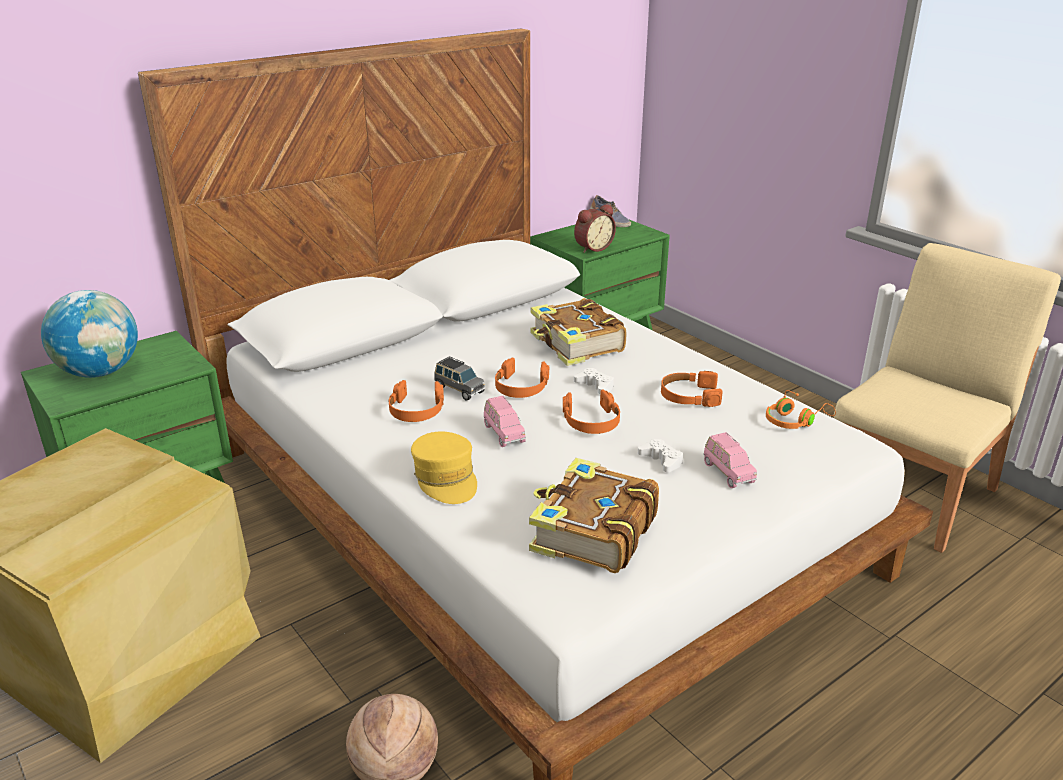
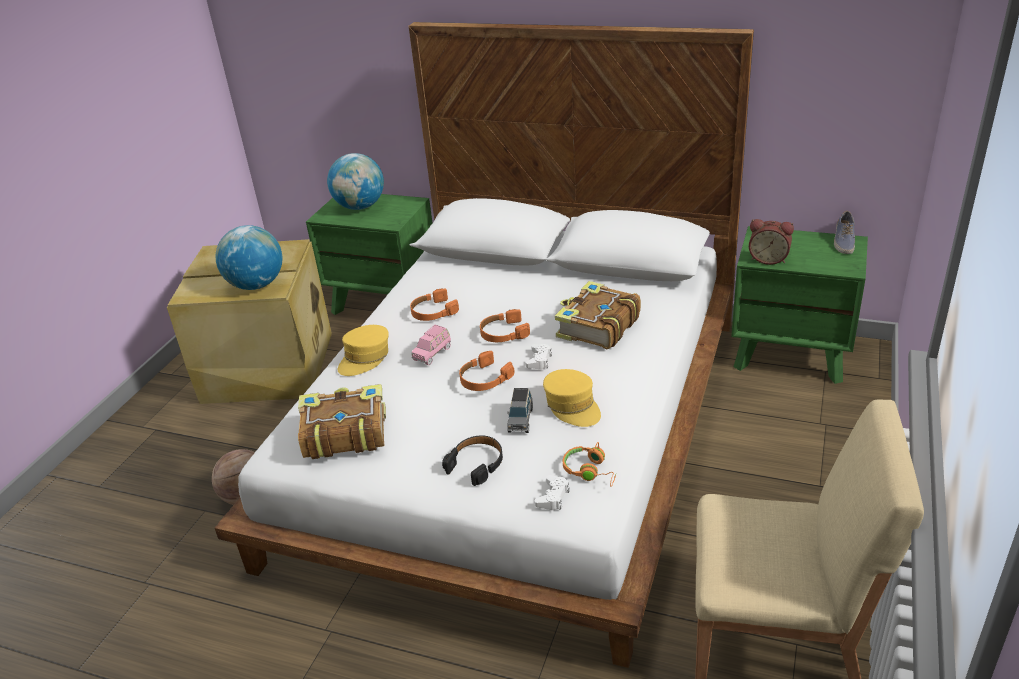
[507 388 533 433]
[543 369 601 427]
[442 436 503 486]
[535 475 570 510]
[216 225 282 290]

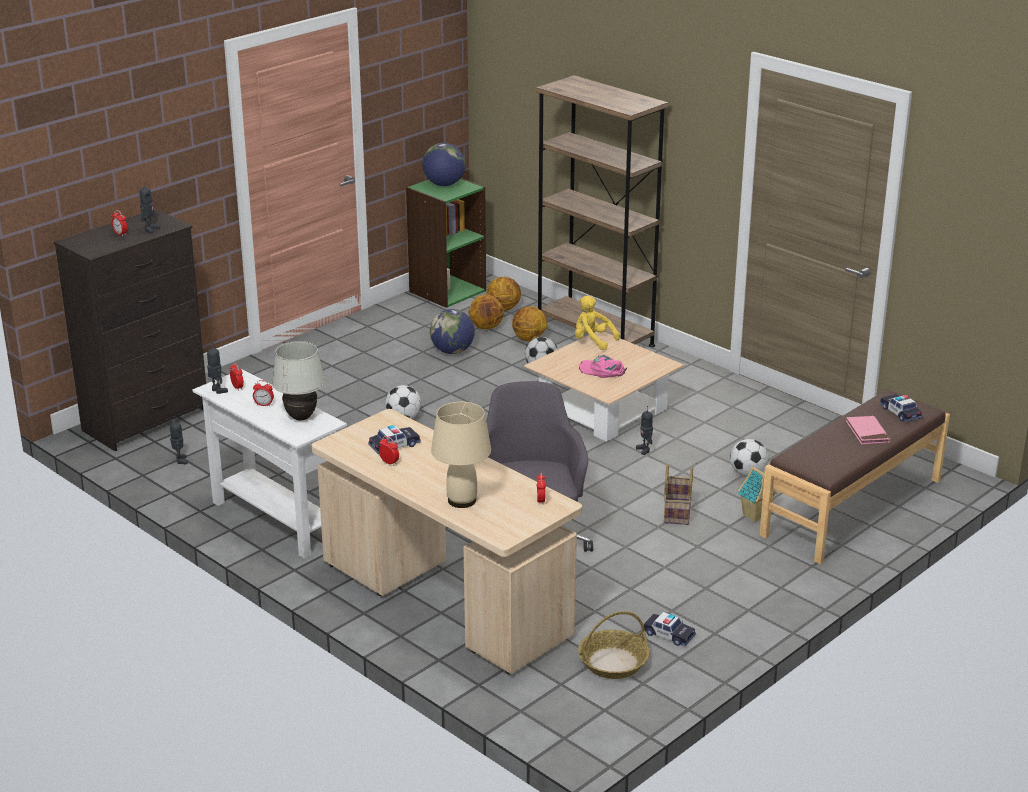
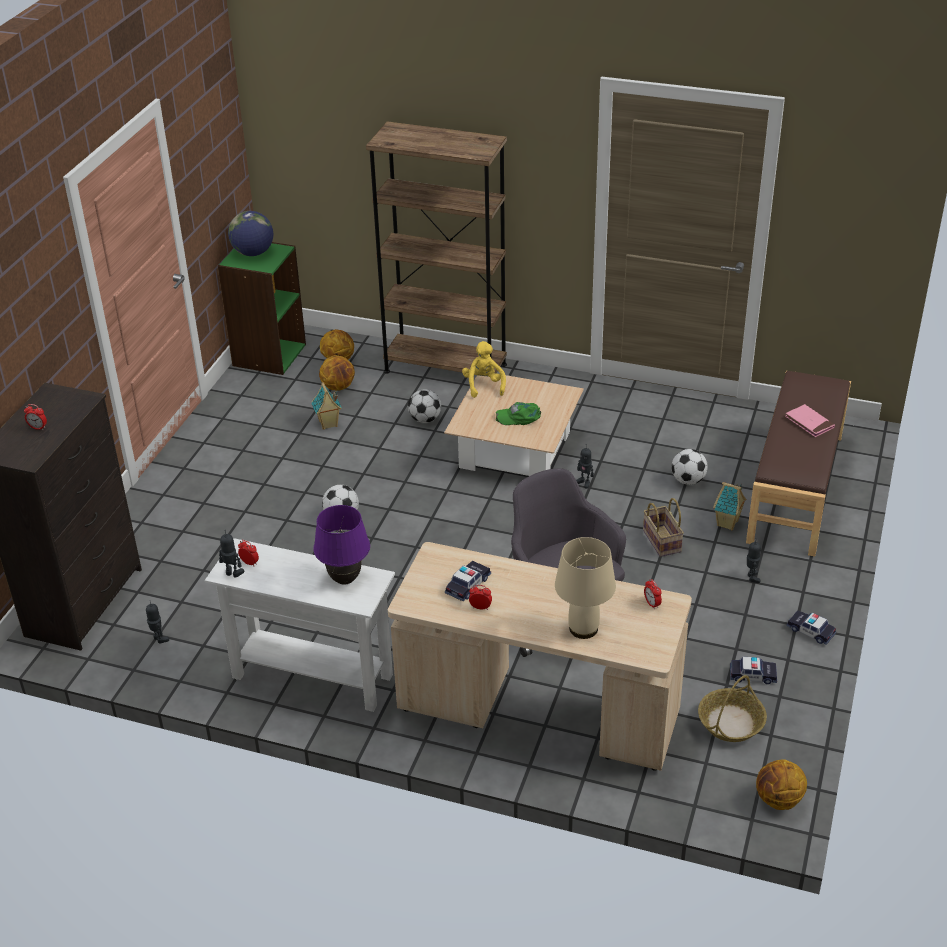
[747 538 761 583]
[462 341 506 398]
[756 759 807 810]
[311 382 342 430]
[314 505 370 585]
[496 402 541 425]
[253 380 274 406] (first image)
[787 611 836 645]

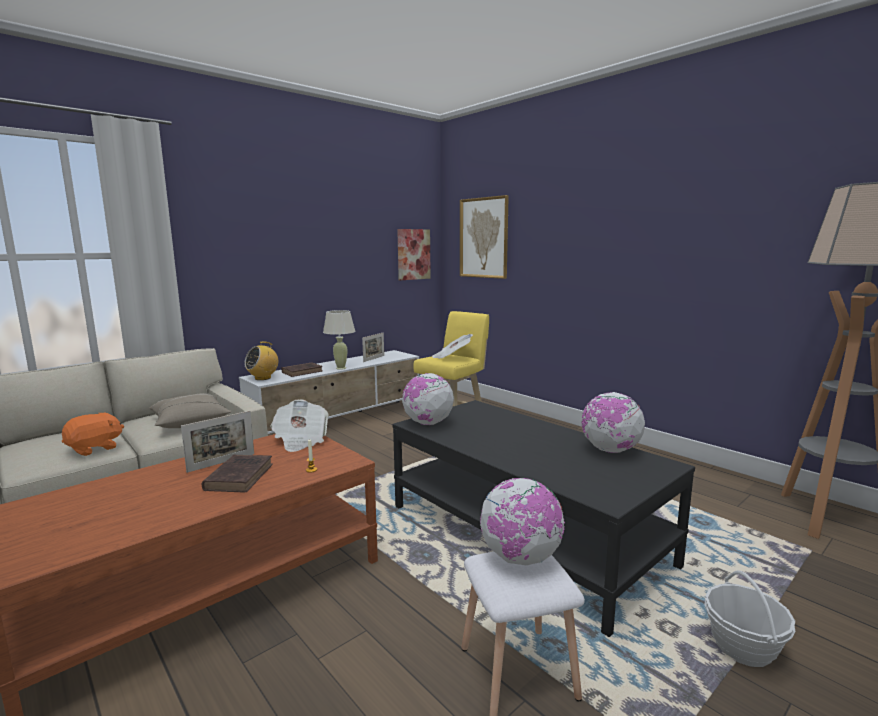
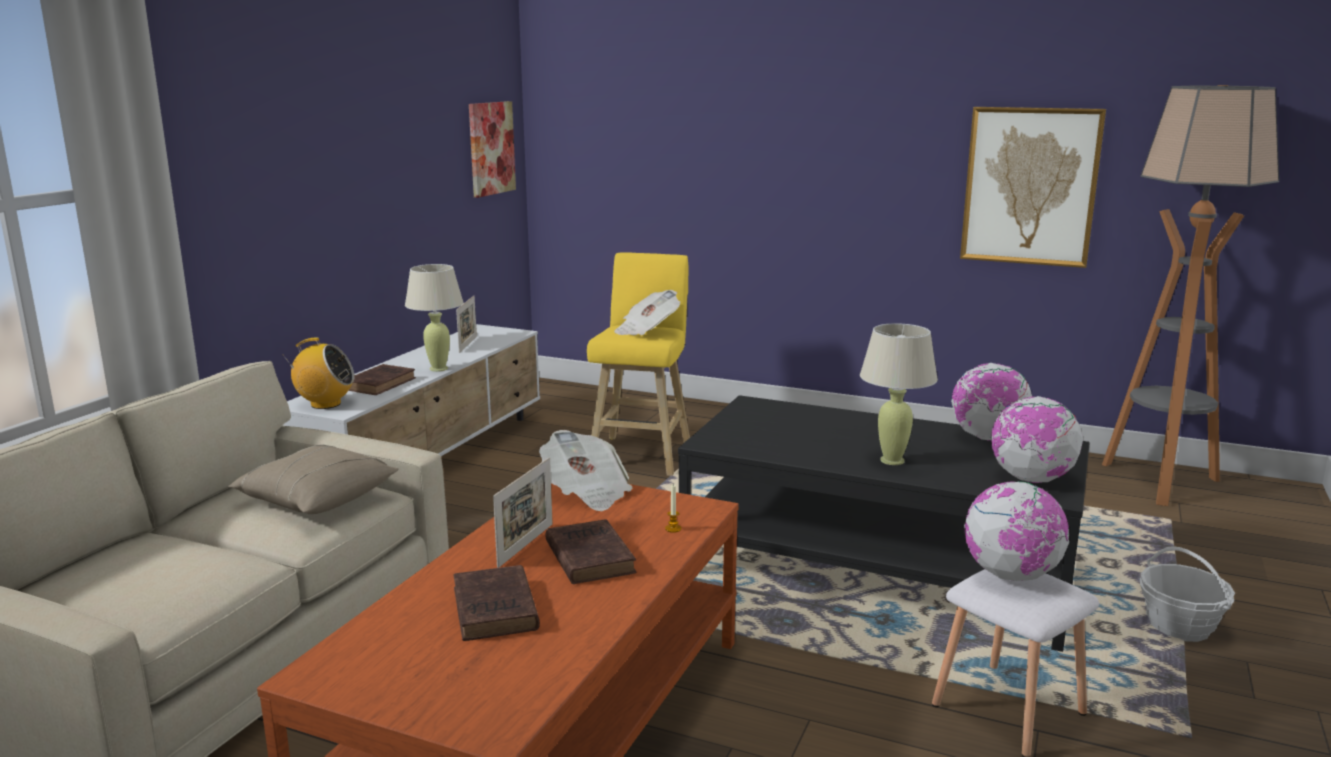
[960 107 1106 268]
[283 338 354 409]
[991 396 1083 483]
[62 413 124 456] (first image)
[860 323 938 465]
[453 565 540 641]

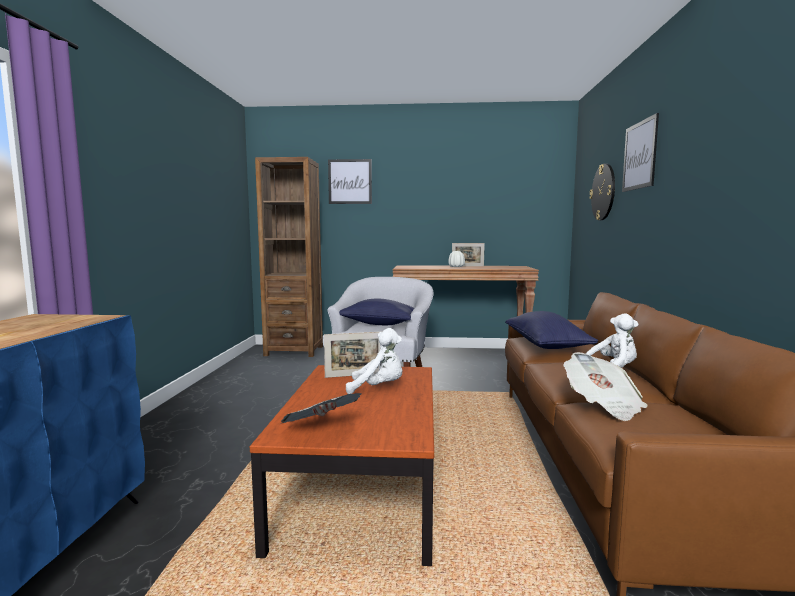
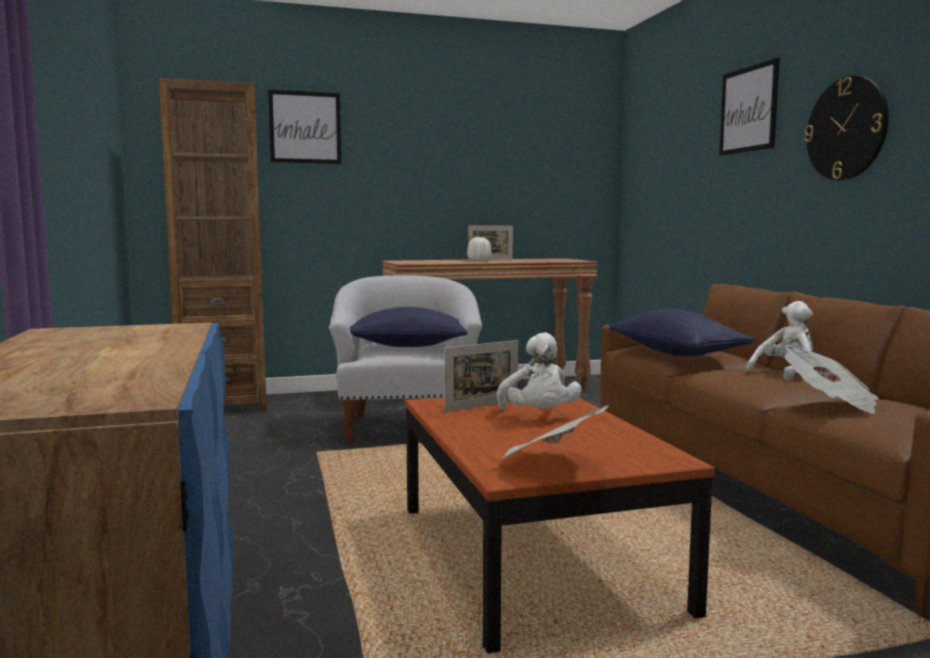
[804 76 889 180]
[497 332 582 410]

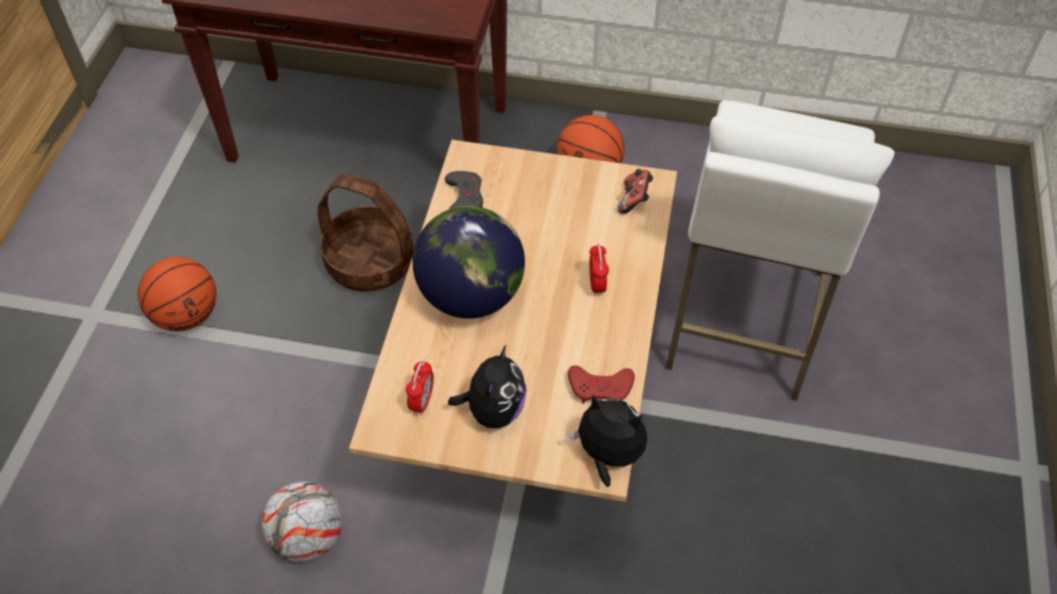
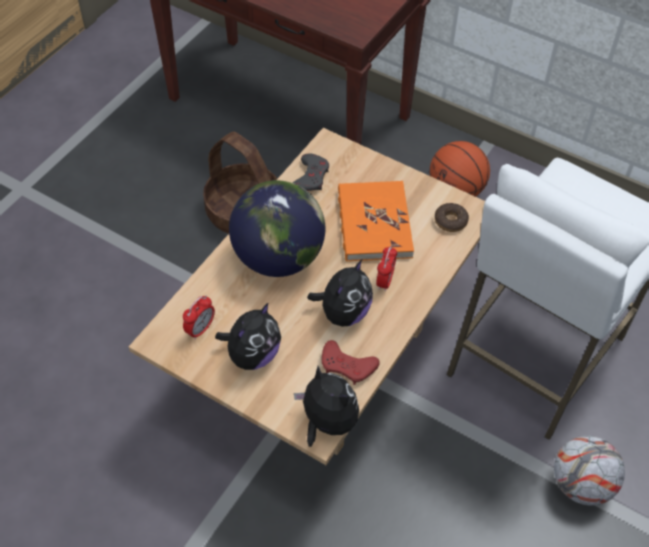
[435 203 469 232]
[138 257 217 332] (first image)
[554 436 625 505]
[338 181 414 262]
[307 259 373 327]

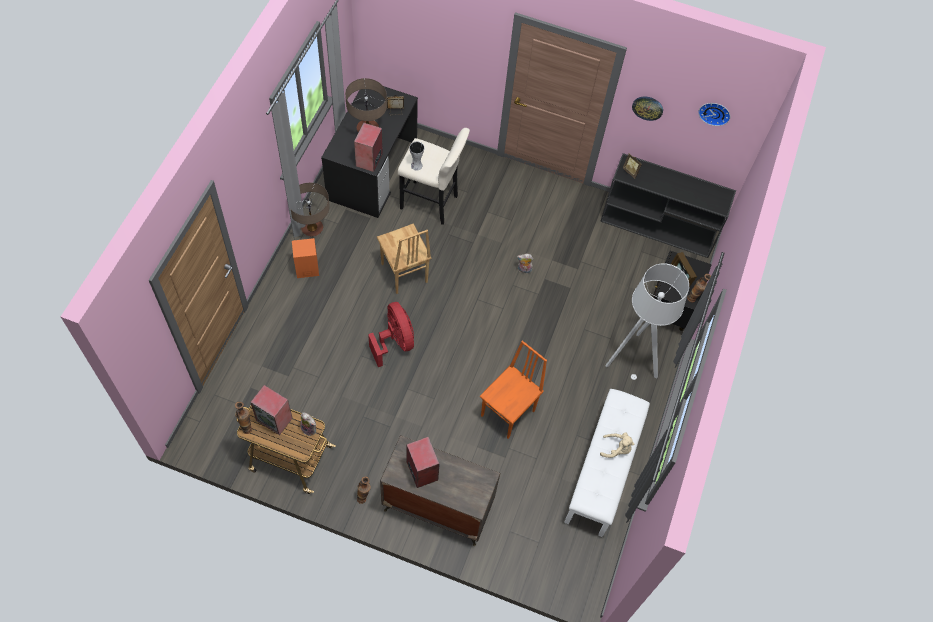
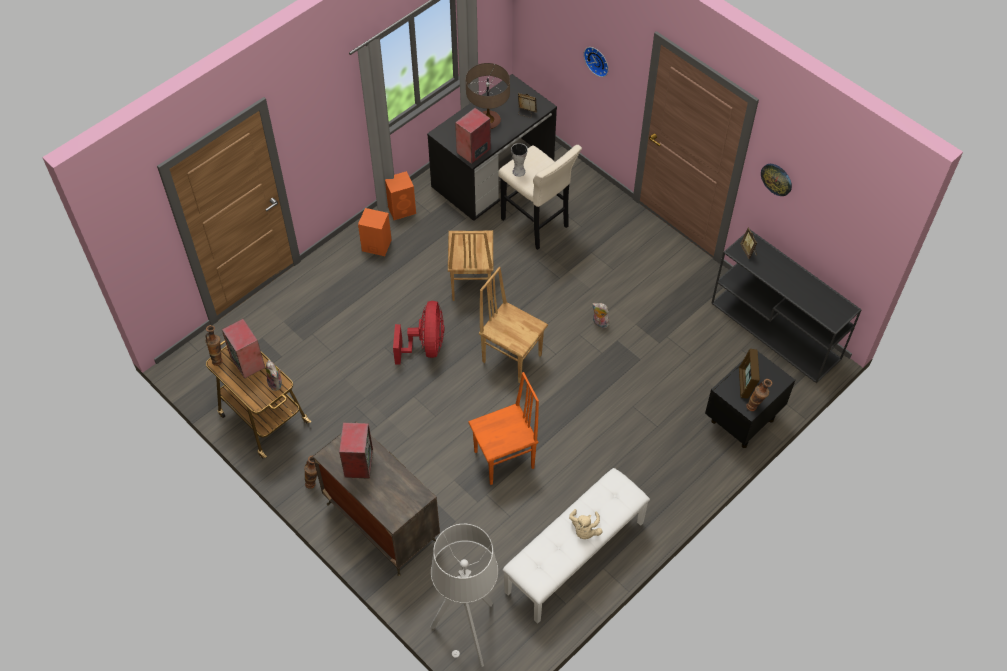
[584 47 609 77]
[385 171 416 220]
[430 524 498 667]
[569 509 603 539]
[479 267 548 383]

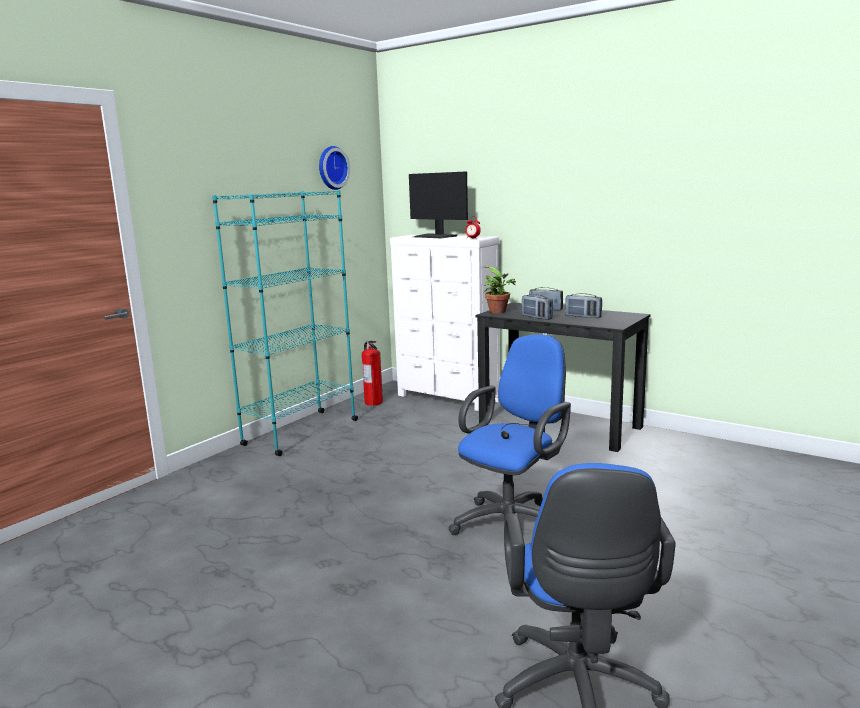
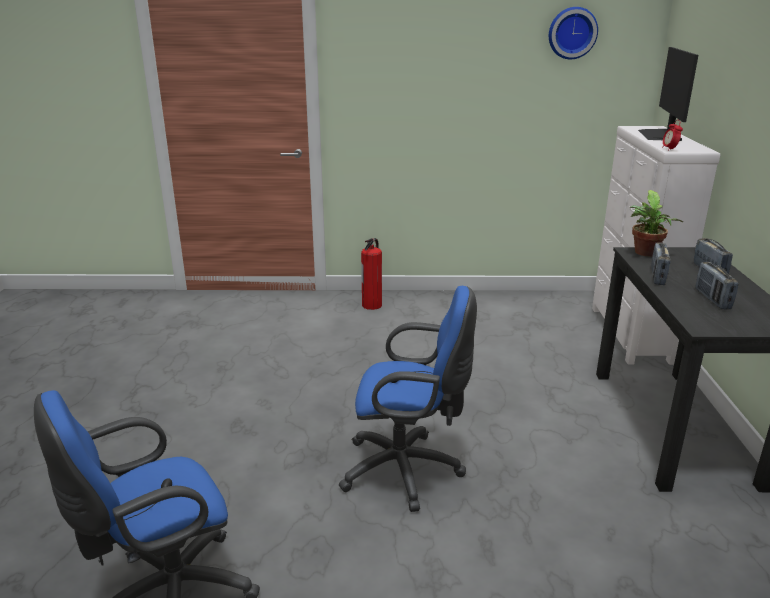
[212 190 358 456] (first image)
[361 238 382 310]

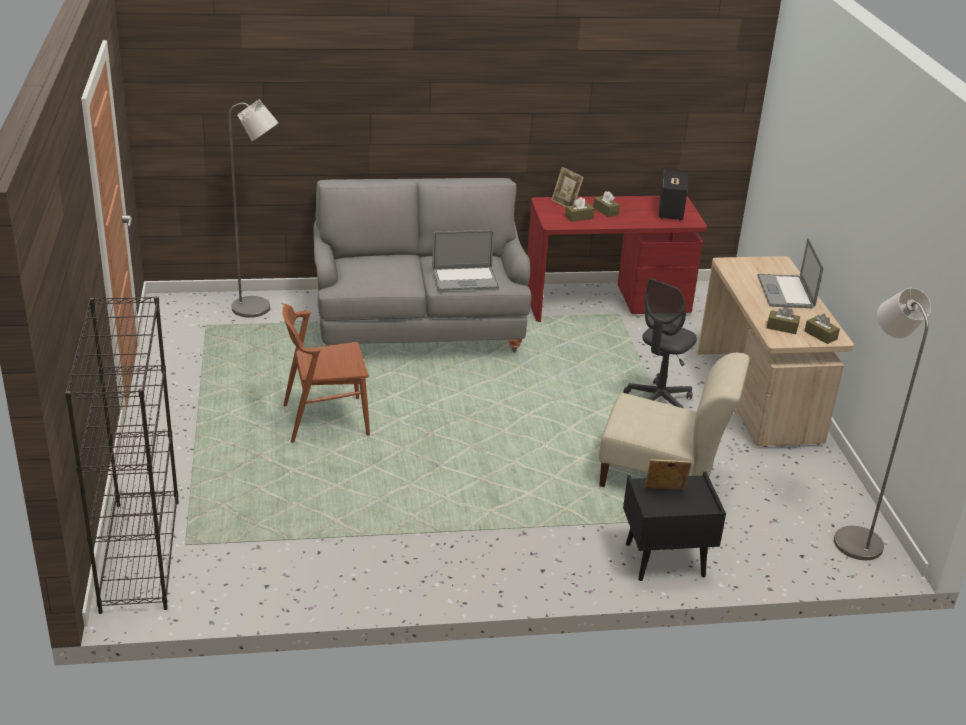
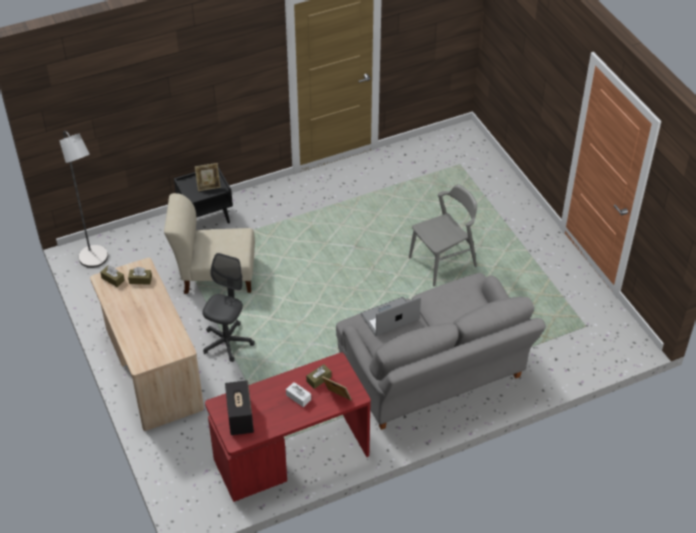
[229 100 278 318] (first image)
[286 382 311 407]
[757 238 824 308] (first image)
[65 296 179 614] (first image)
[409 184 477 286]

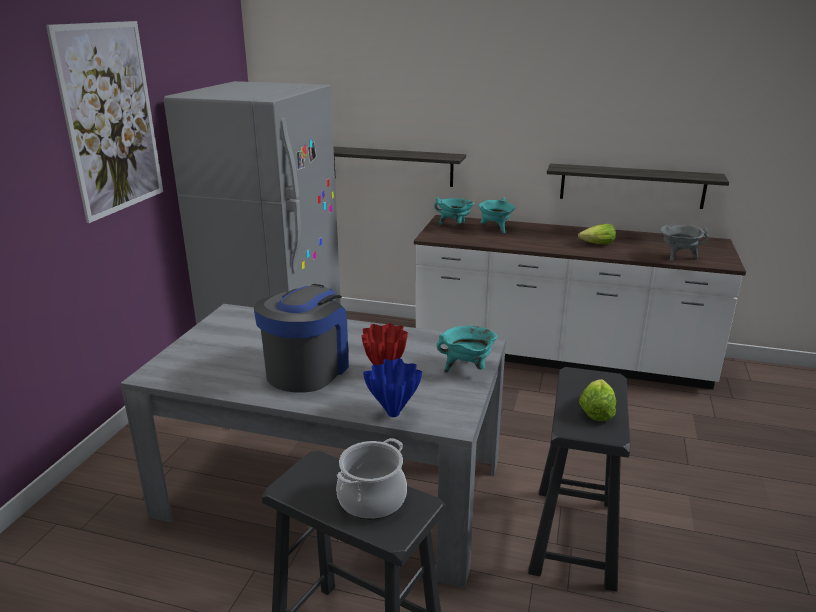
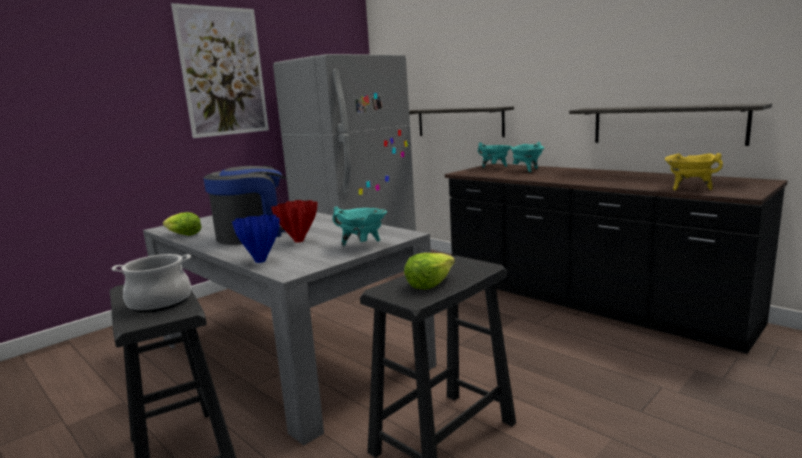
[445 164 788 354]
[163 212 202 236]
[665 153 723 190]

